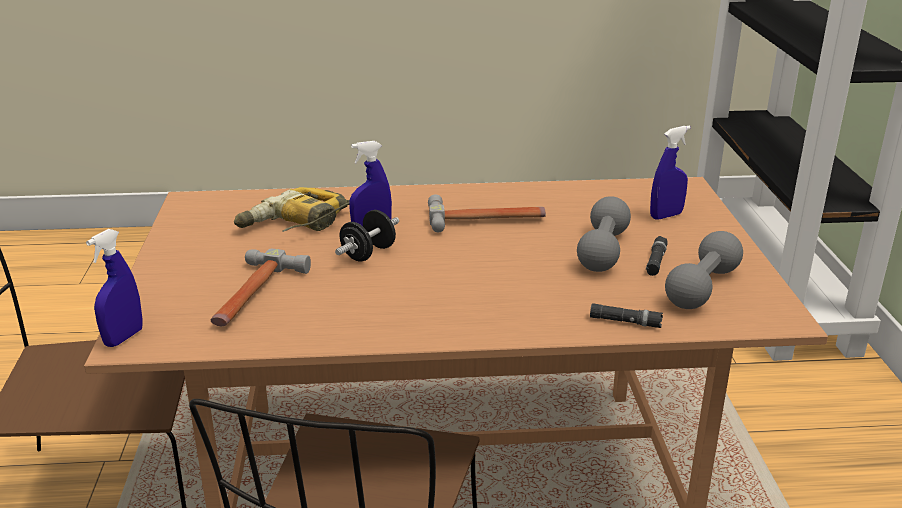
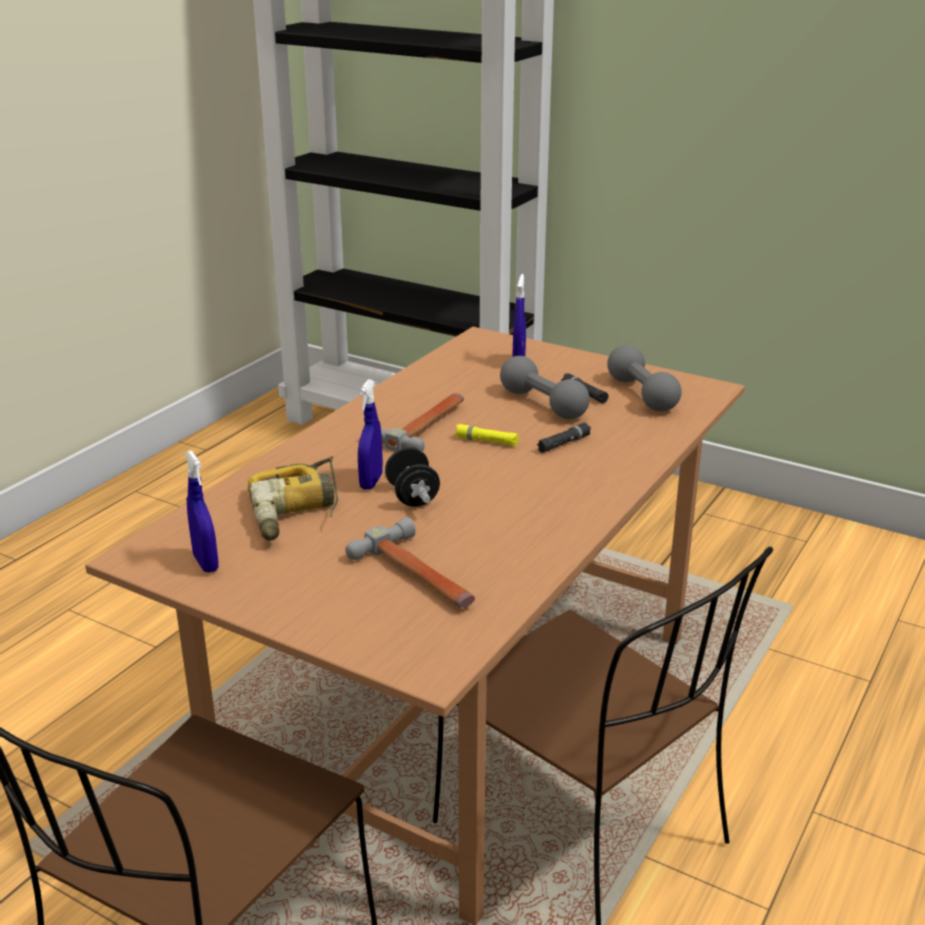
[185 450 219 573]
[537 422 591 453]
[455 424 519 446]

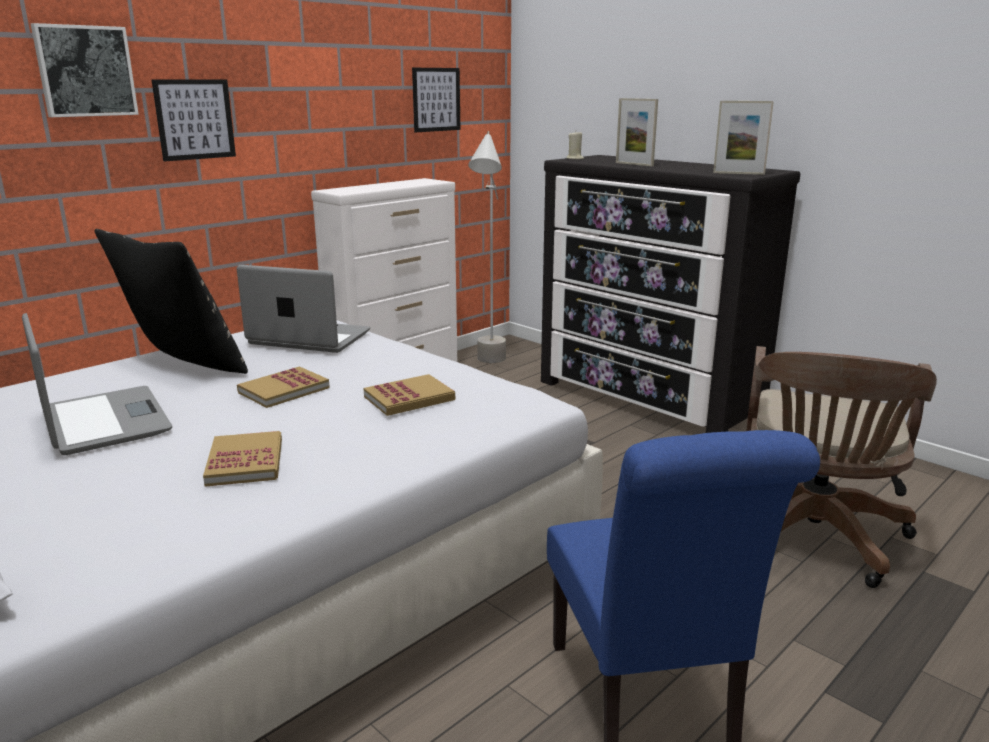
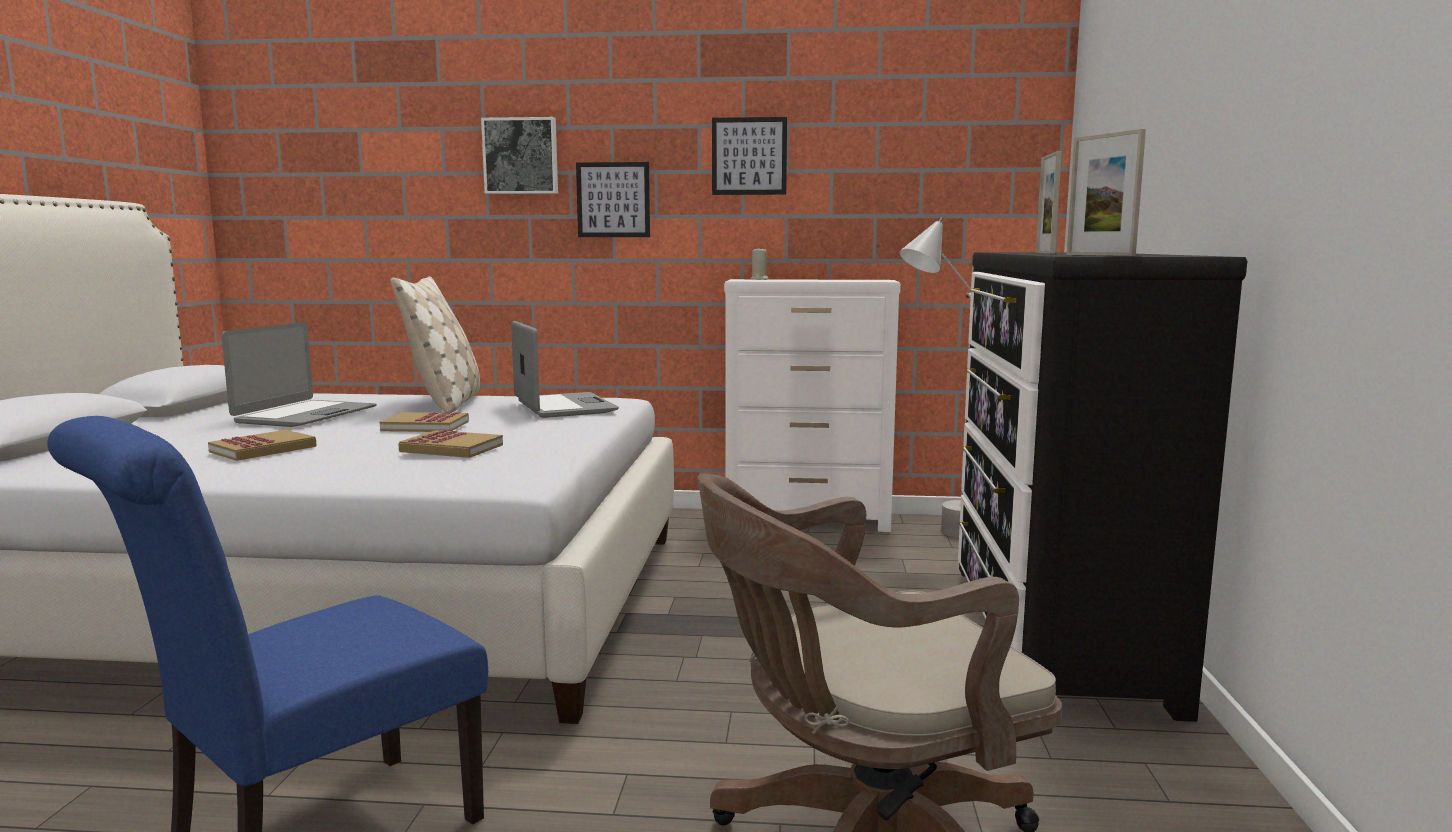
[712 117 787 195]
[751 249 769 280]
[390 276 480 413]

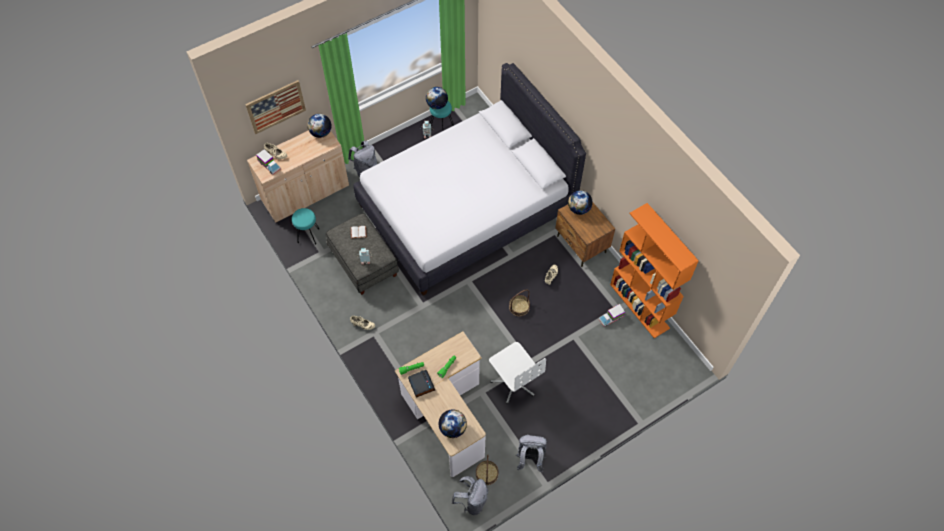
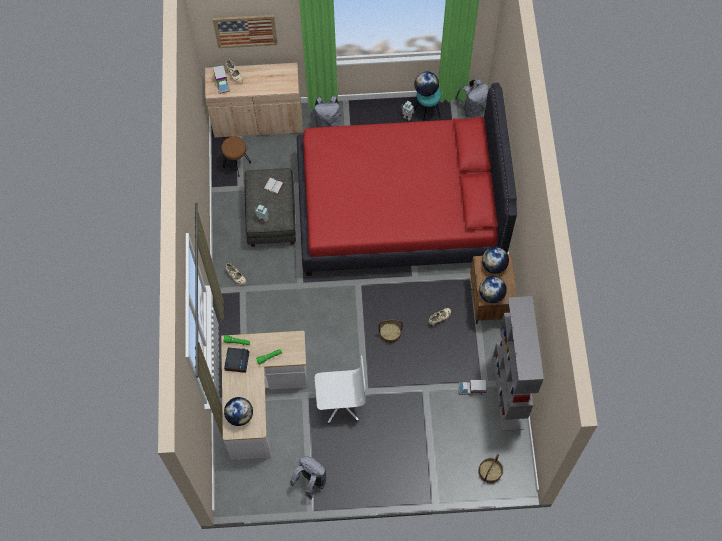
[297 83 517 276]
[479 276 507 303]
[493 296 544 431]
[221 136 251 177]
[315 355 366 424]
[478 454 503 483]
[455 79 489 118]

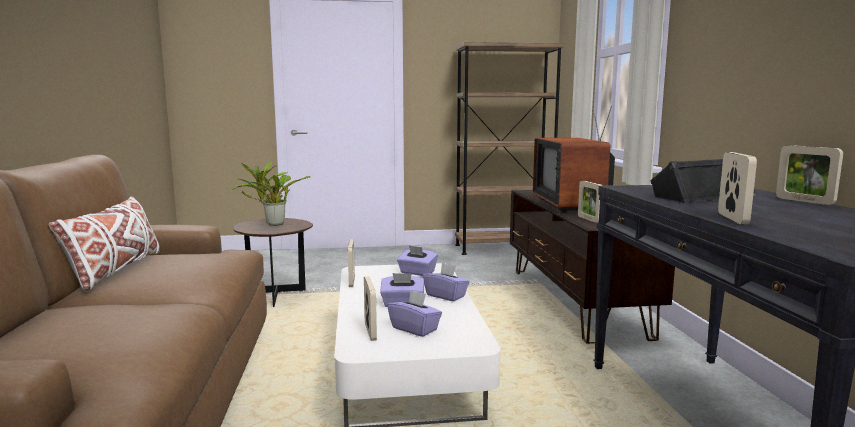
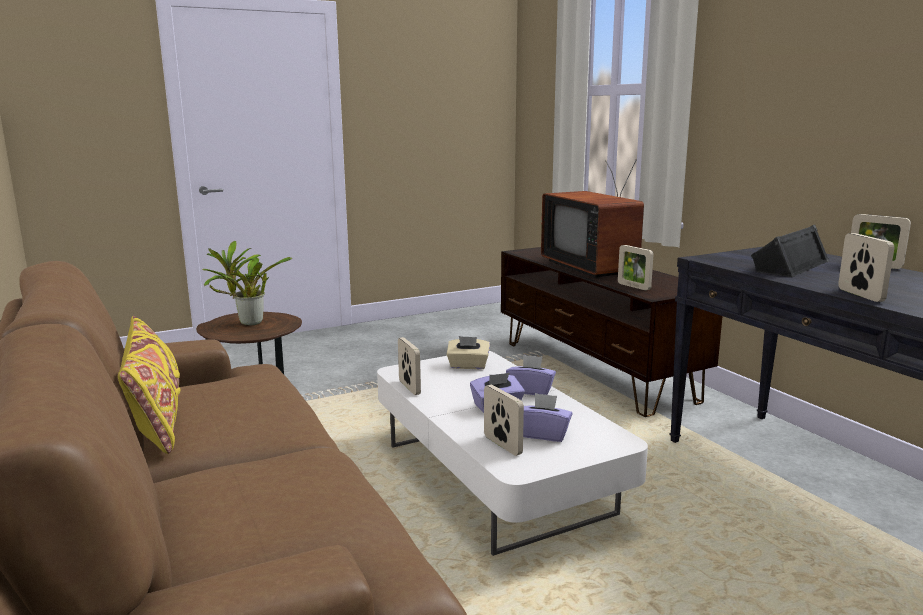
[455 42 564 255] (first image)
[118 316 180 454]
[447 336 490 369]

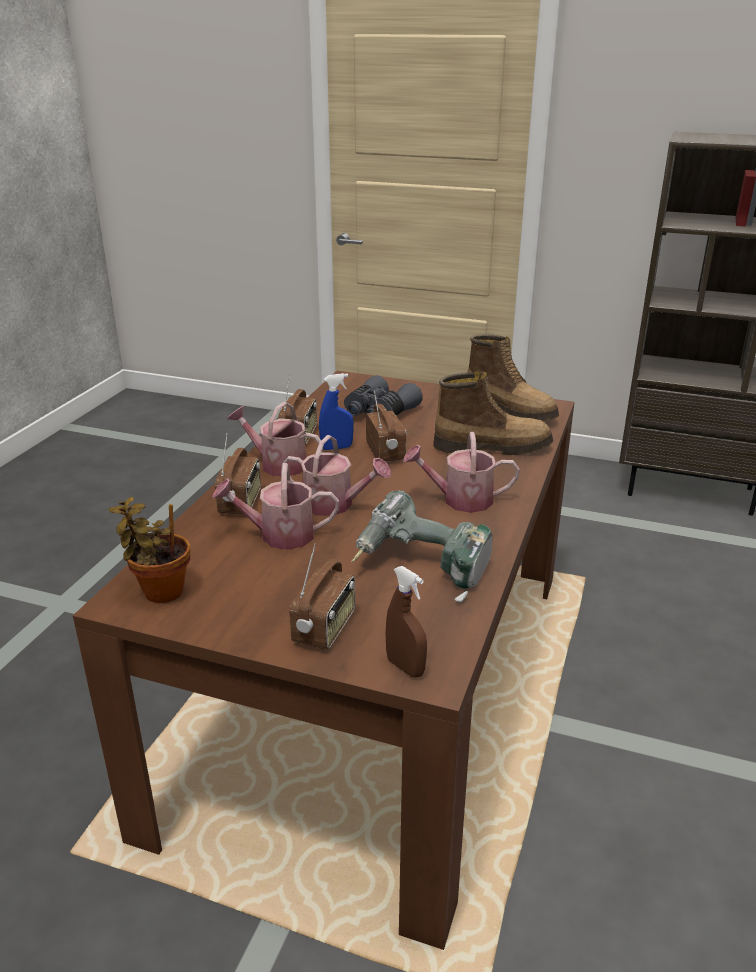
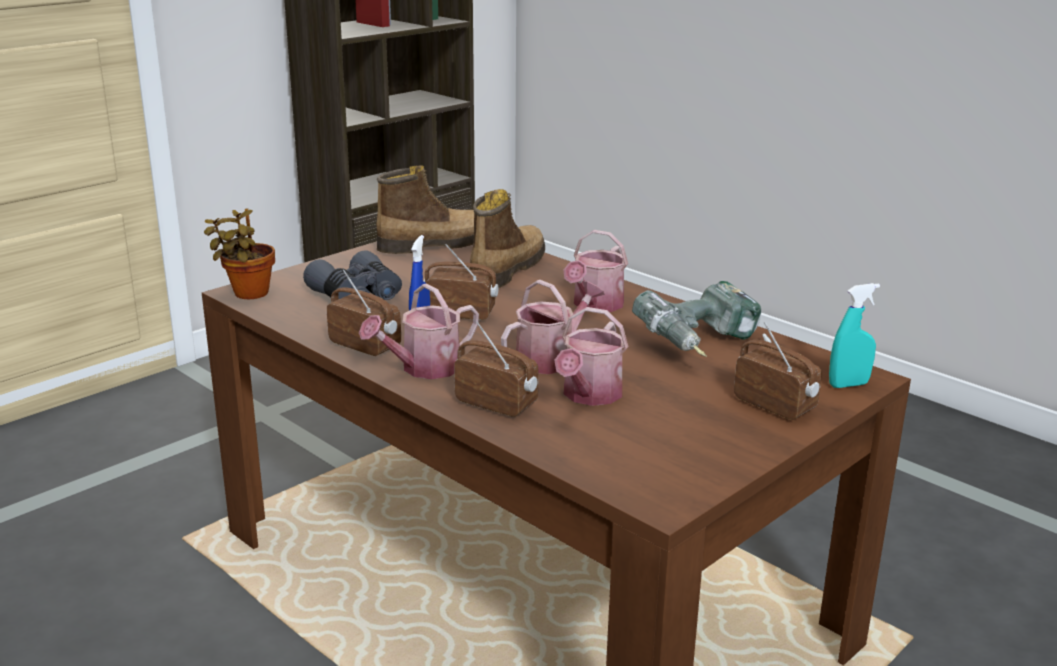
[204 208 275 299]
[829 283 880 388]

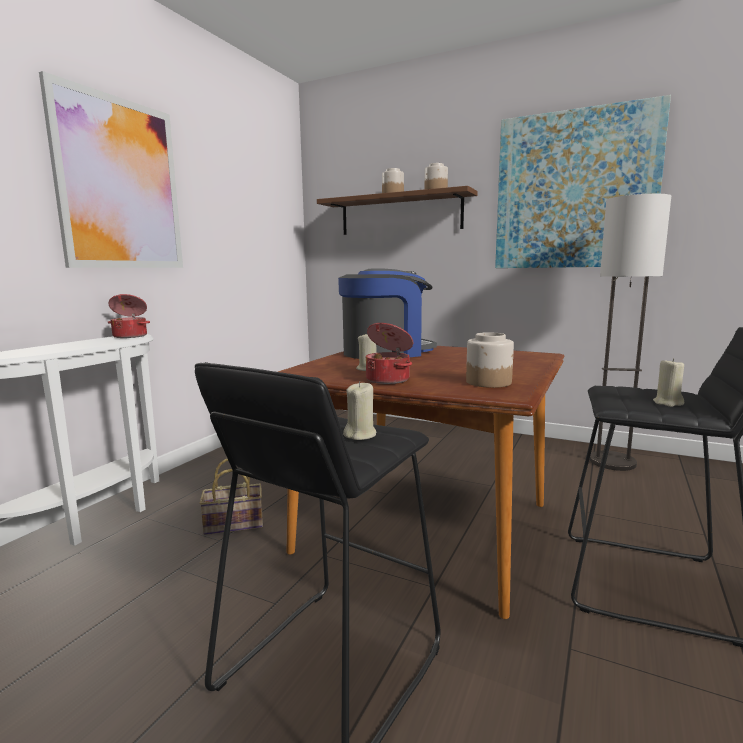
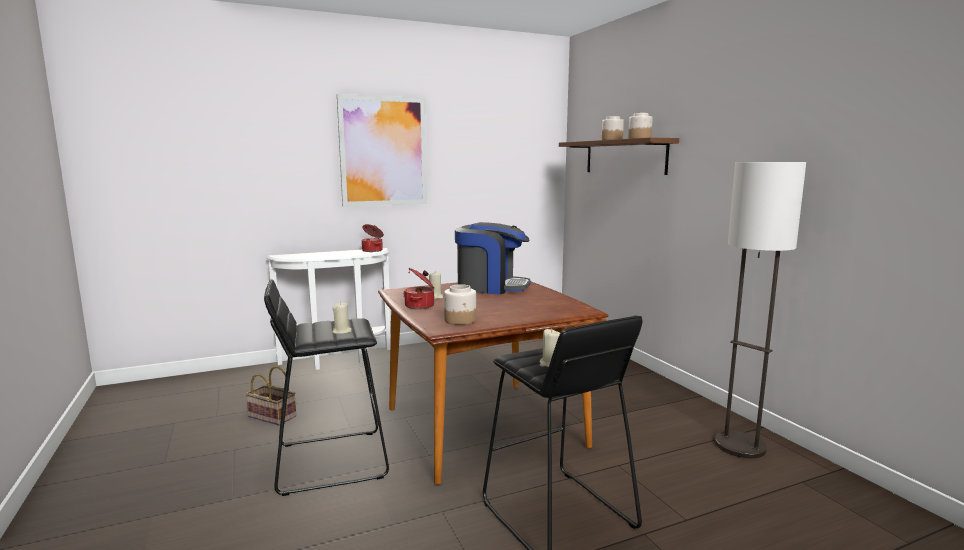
[495 95 671 268] (first image)
[245 366 296 426]

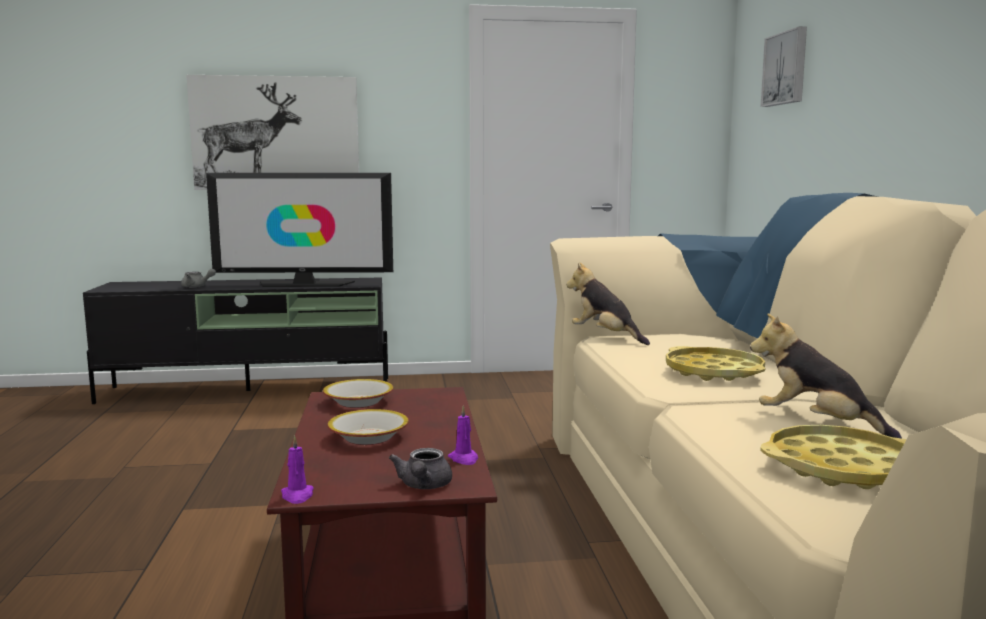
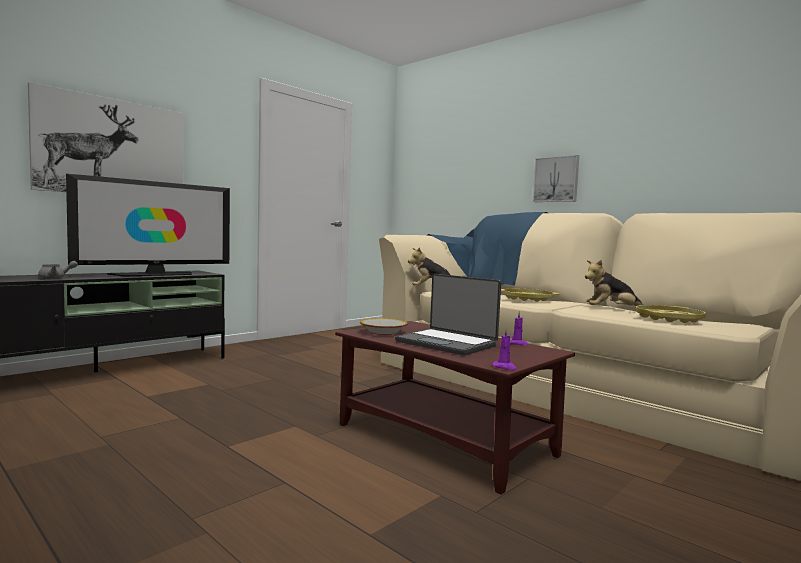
[533 155 579 202]
[395 274 501 356]
[389 448 452 489] (first image)

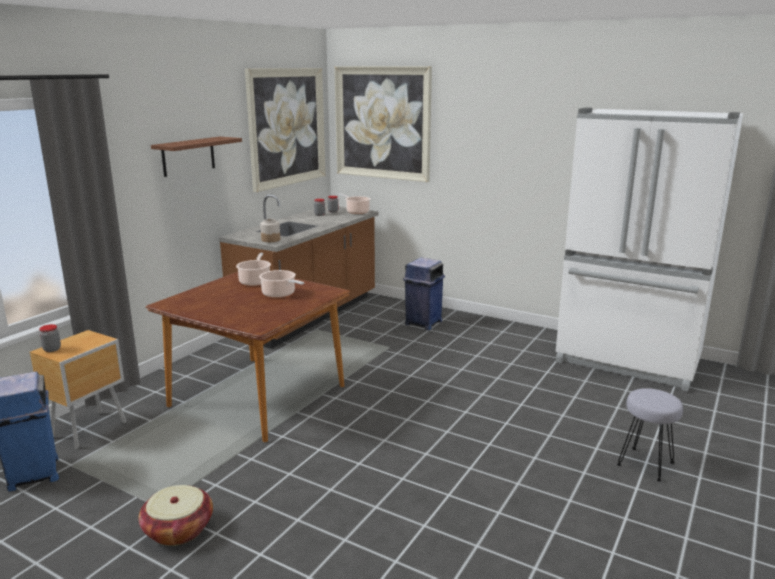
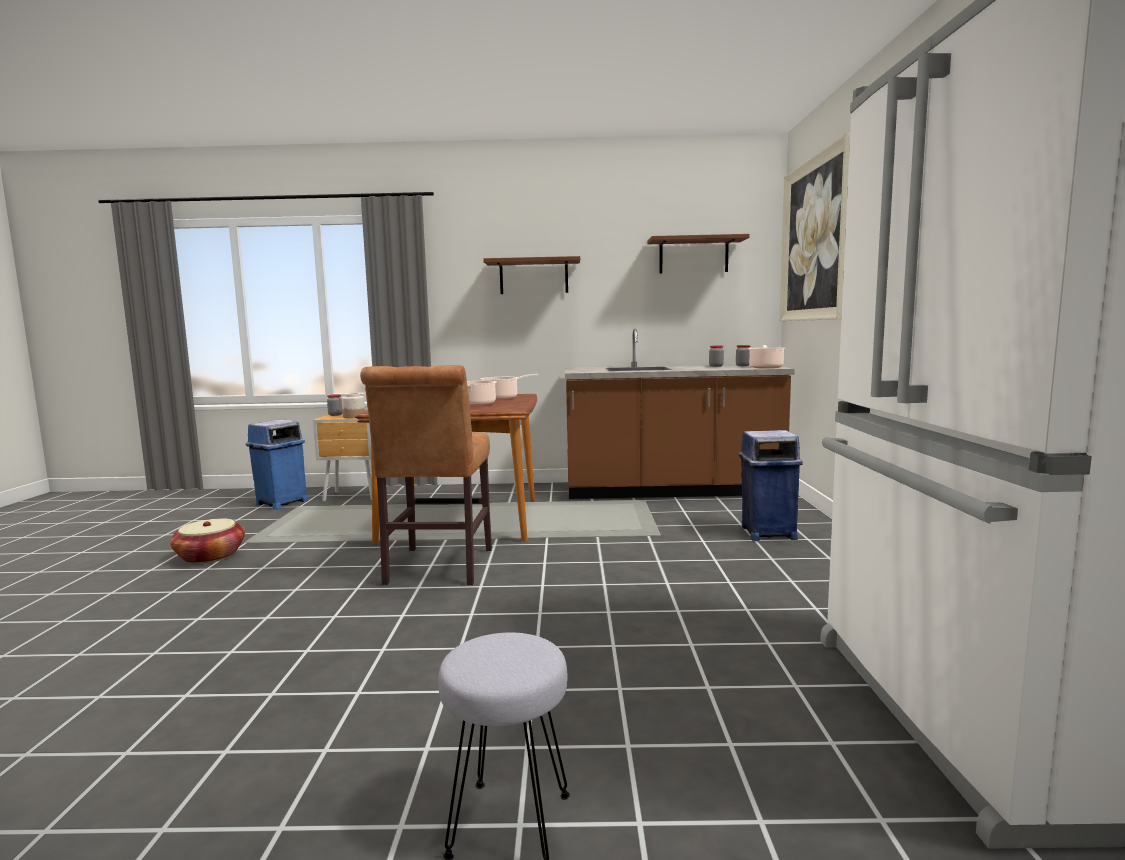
[647 234 750 273]
[342 393 365 418]
[360 365 492 586]

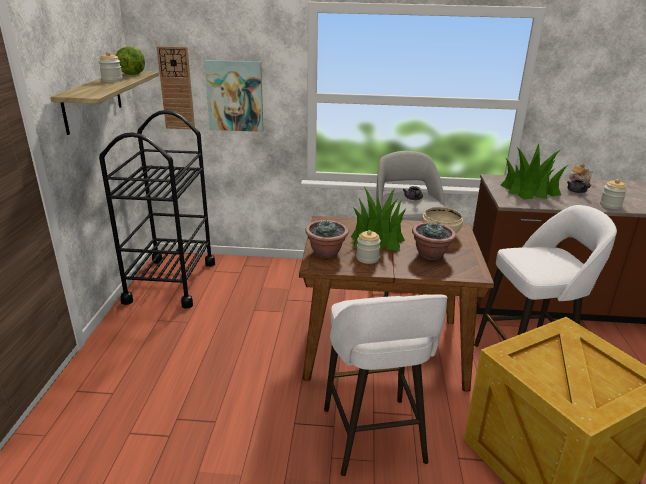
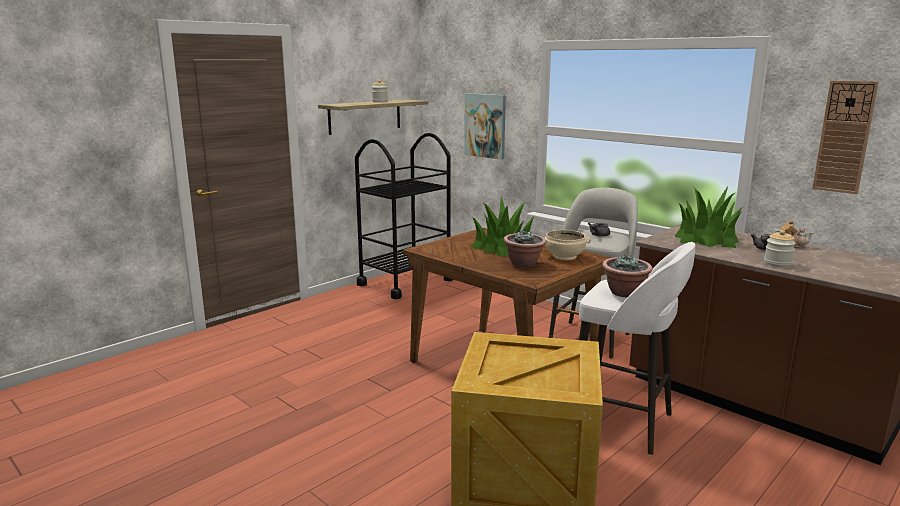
[812 80 879 194]
[116 47 145 75] (first image)
[602 255 653 297]
[356 230 381 264] (first image)
[324 295 448 476] (first image)

